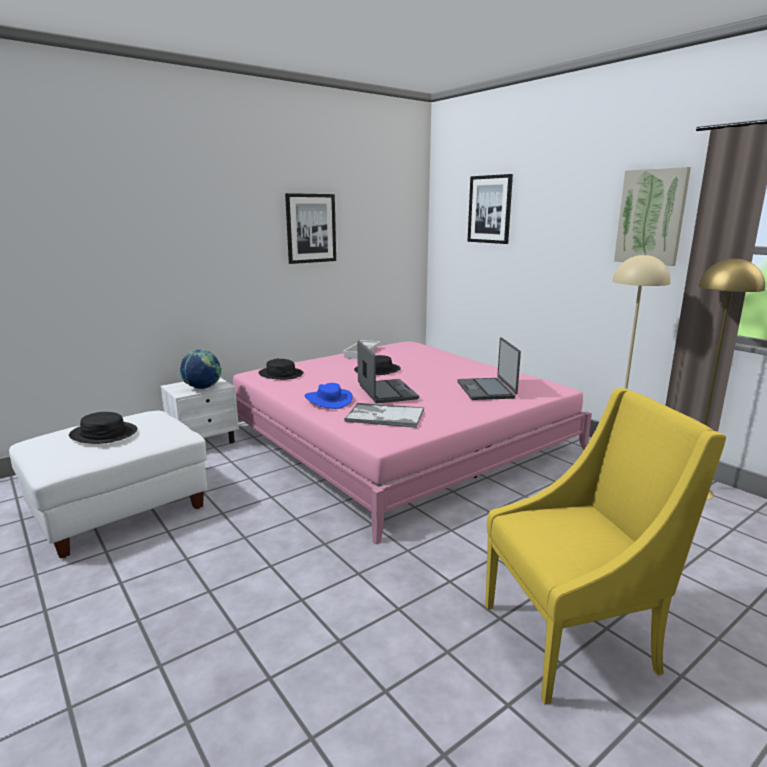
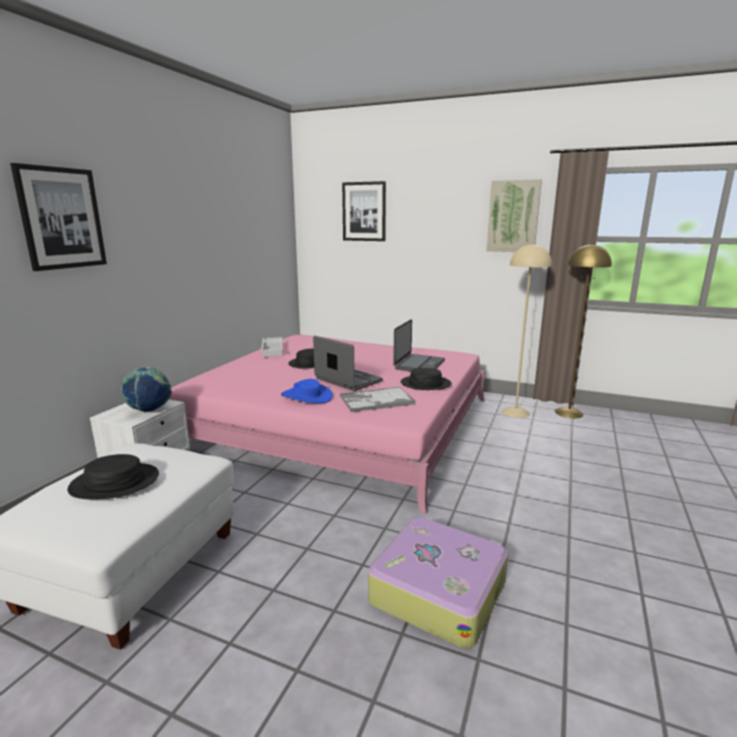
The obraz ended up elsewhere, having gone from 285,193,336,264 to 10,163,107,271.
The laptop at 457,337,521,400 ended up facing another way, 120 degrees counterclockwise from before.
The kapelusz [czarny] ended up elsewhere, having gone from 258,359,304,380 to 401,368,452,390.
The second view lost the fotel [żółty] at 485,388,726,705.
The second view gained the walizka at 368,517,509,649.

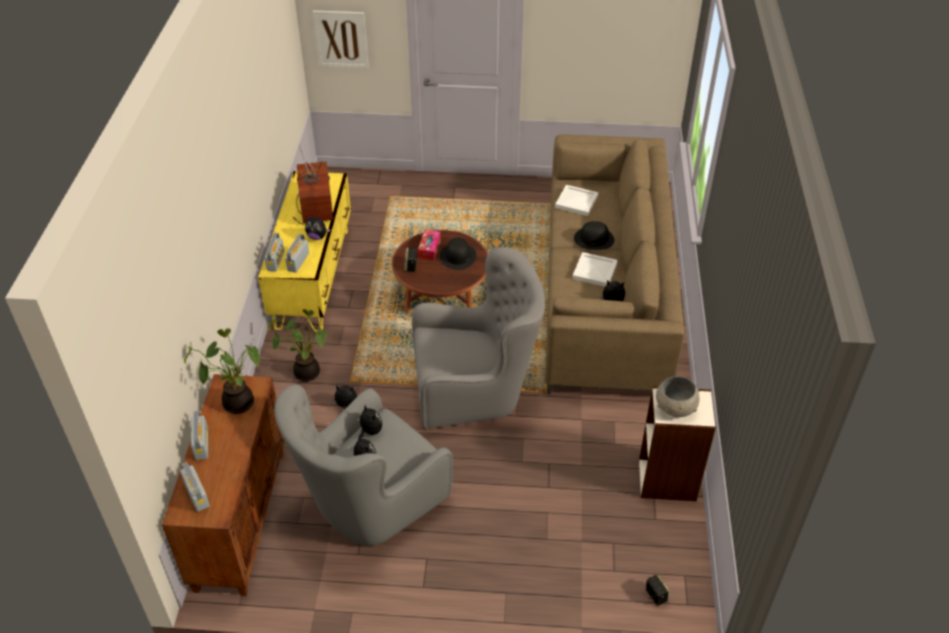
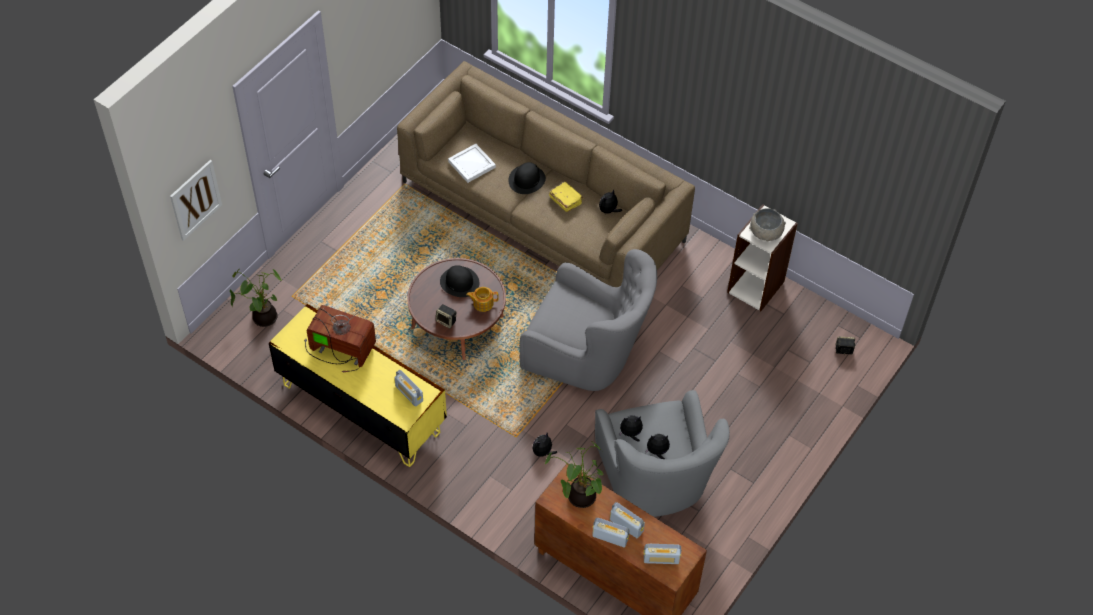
The second view lost the pluszak at 305,216,330,240.
The second view lost the pudełko chusteczek at 418,230,441,260.
The radio ended up elsewhere, having gone from 265,233,284,271 to 610,502,645,538.
The fotel [szary] at 412,247,545,429 ended up facing another way, 90 degrees clockwise from before.
Where the taca [biały] stood at 572,252,618,287, the książka [żółty] came to stand at 549,182,584,212.
The roślina doniczkowa ended up elsewhere, having gone from 267,309,330,381 to 230,268,282,327.
The second view gained the imbryk at 466,287,499,312.

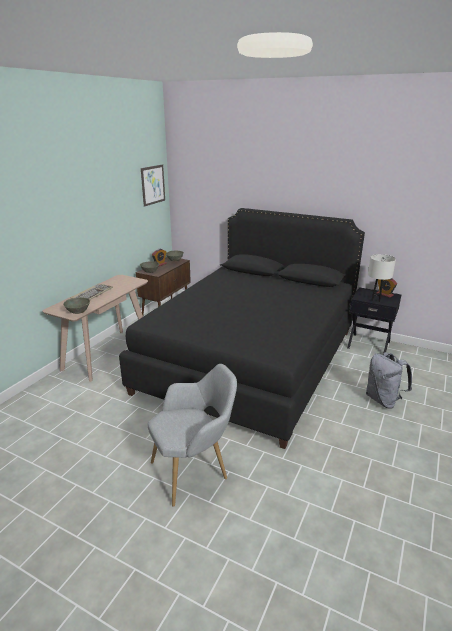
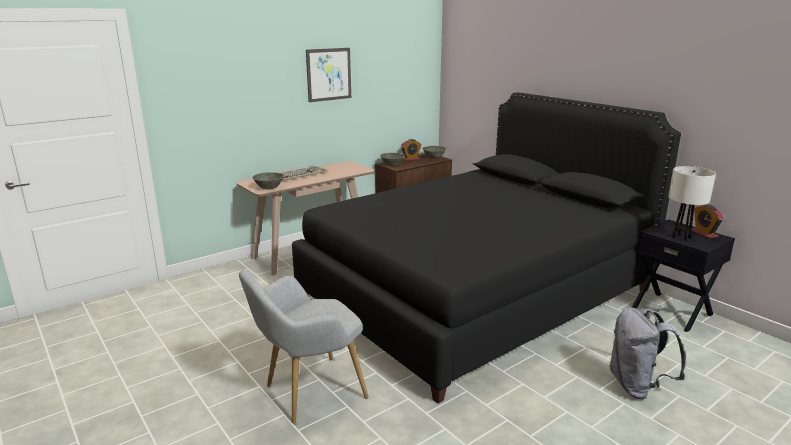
The obraz ended up elsewhere, having gone from 141,164,165,207 to 306,48,351,102.
The fotel [szary] at 148,364,237,507 ended up facing another way, 150 degrees clockwise from before.

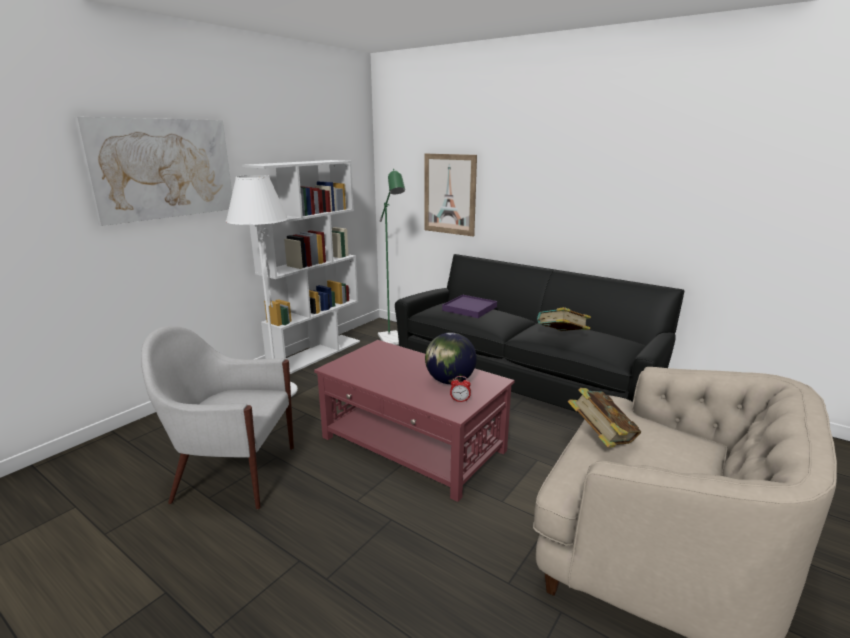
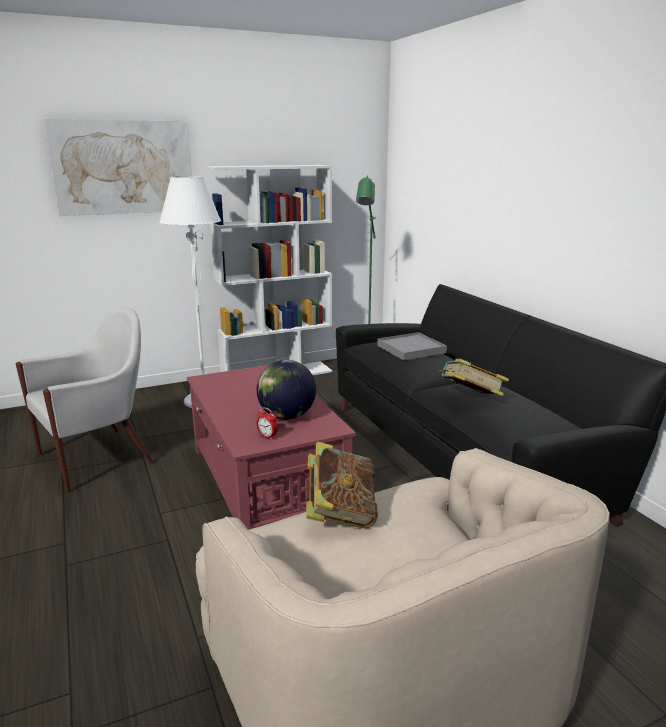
The second view lost the obraz at 424,154,477,236.
What was the taca [fioletowy] at 442,295,497,318 turned into the taca [szary] at 377,332,447,361.
The fotel [biały] at 141,326,294,509 ended up facing another way, 105 degrees clockwise from before.

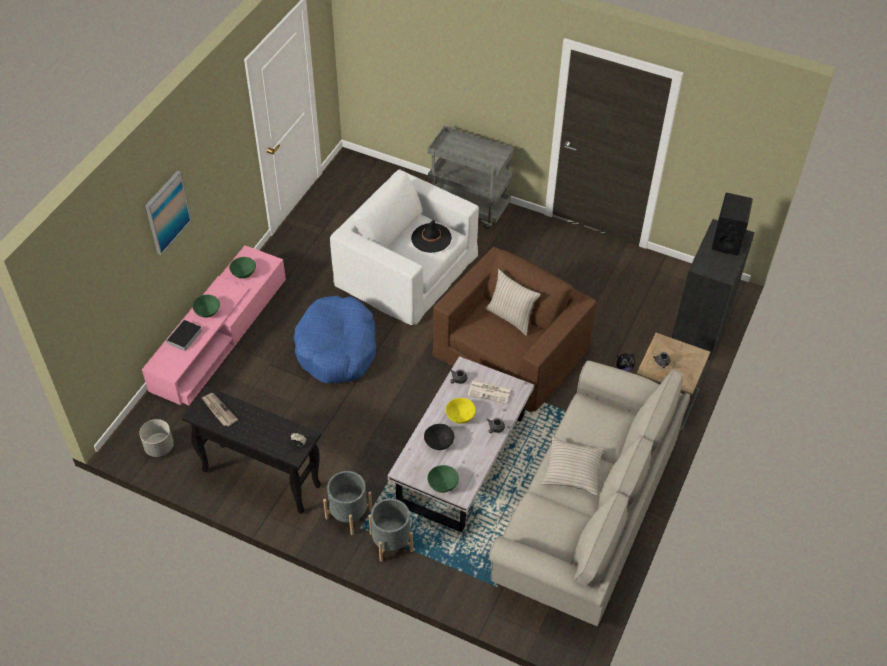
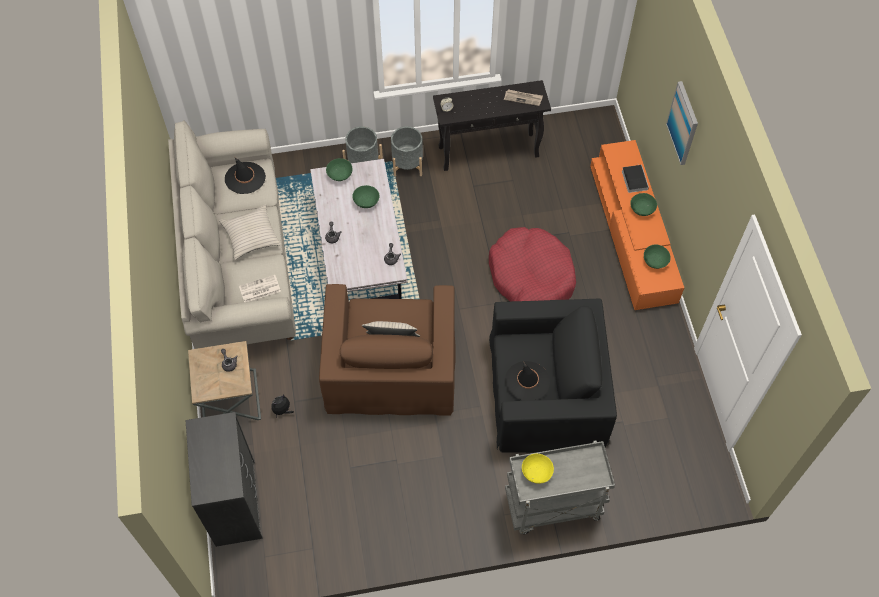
What was the fotel [biały] at 330,169,479,325 turned into the fotel [czarny] at 489,299,617,453.
The second view lost the głośnik [czarny] at 712,193,753,255.
What was the szafka pod telewizor [różowy] at 142,245,286,405 turned into the szafka pod telewizor [pomarańczowy] at 590,140,684,310.
What was the legowisko [niebieski] at 294,296,376,383 turned into the legowisko [czerwony] at 489,227,576,301.
The gazeta ended up elsewhere, having gone from 468,380,511,404 to 239,275,281,302.
The miska [żółty] ended up elsewhere, having gone from 446,398,475,424 to 522,454,554,484.
The second view lost the donica [szary] at 139,419,174,457.
What was the miska [czarny] at 424,424,454,450 turned into the miska [zielony] at 352,185,379,208.
The second view gained the kapelusz [czarny] at 225,157,266,194.

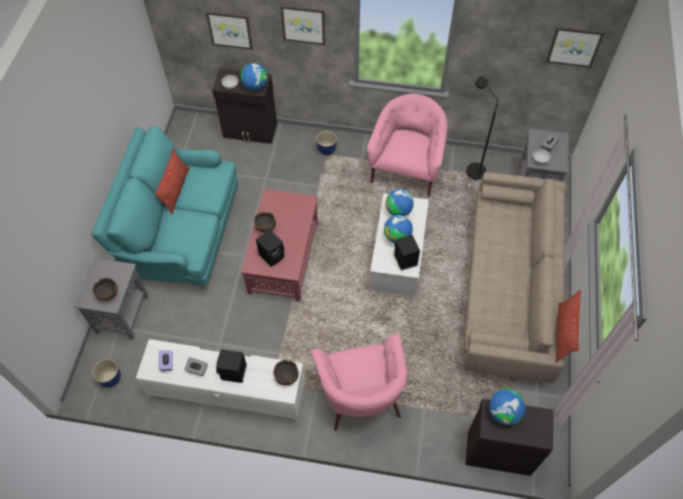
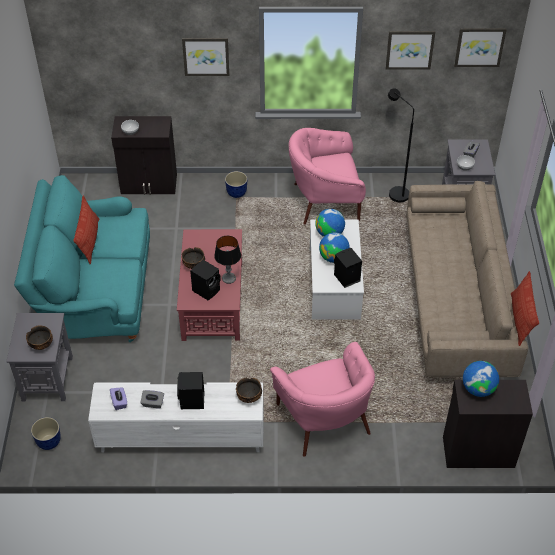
The obraz ended up elsewhere, having gone from 206,11,253,50 to 386,31,435,70.
The second view lost the globus at 241,63,268,90.
The fotel [różowy] at 367,94,448,196 ended up facing another way, 105 degrees counterclockwise from before.
The second view gained the lampa stołowa at 214,236,241,284.

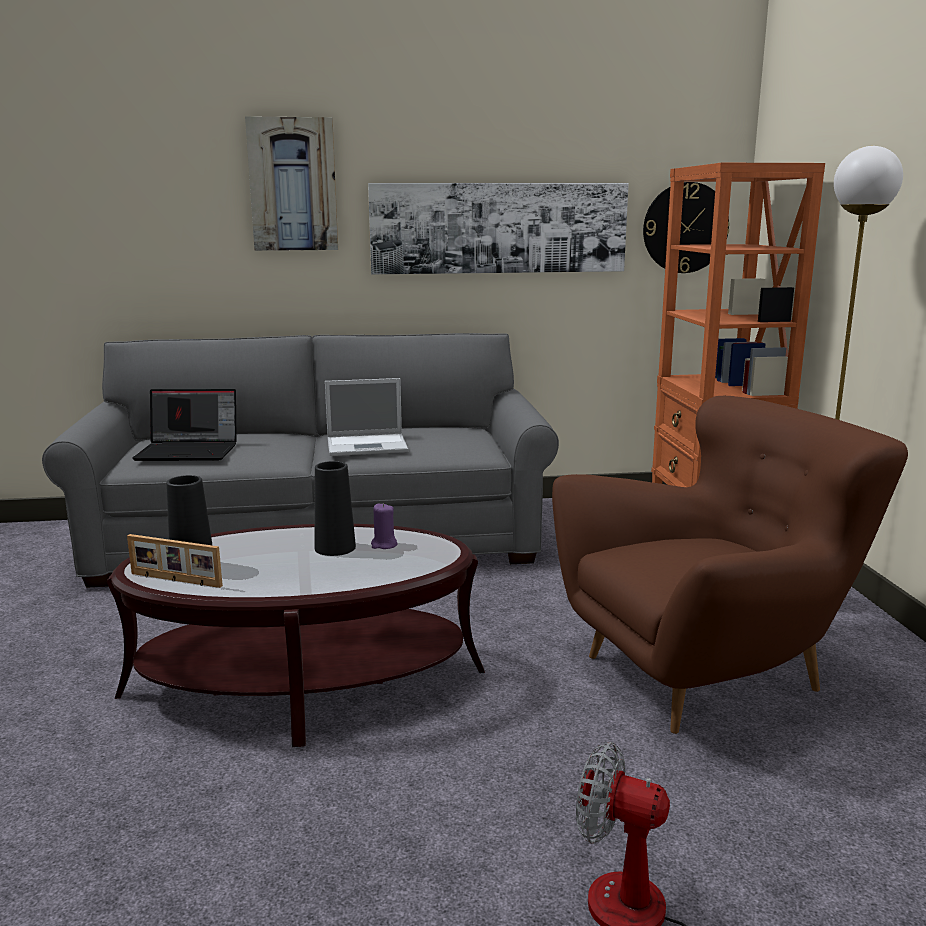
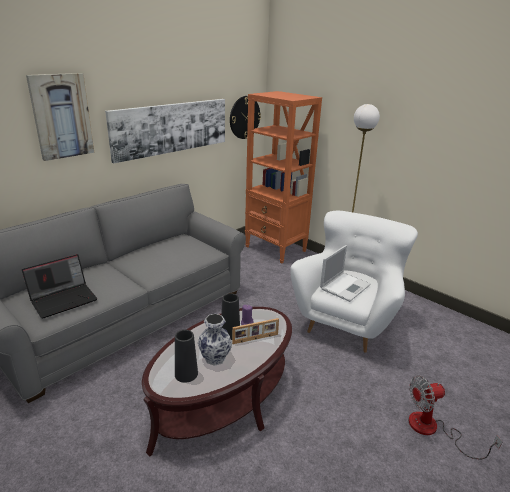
The laptop ended up elsewhere, having gone from 325,378,408,456 to 320,245,371,302.
What was the fotel [brązowy] at 552,396,908,734 turned into the fotel [biały] at 290,211,418,353.
The ramka na zdjęcie ended up elsewhere, having gone from 127,534,223,588 to 232,318,279,344.
The second view gained the wazon at 198,314,232,366.

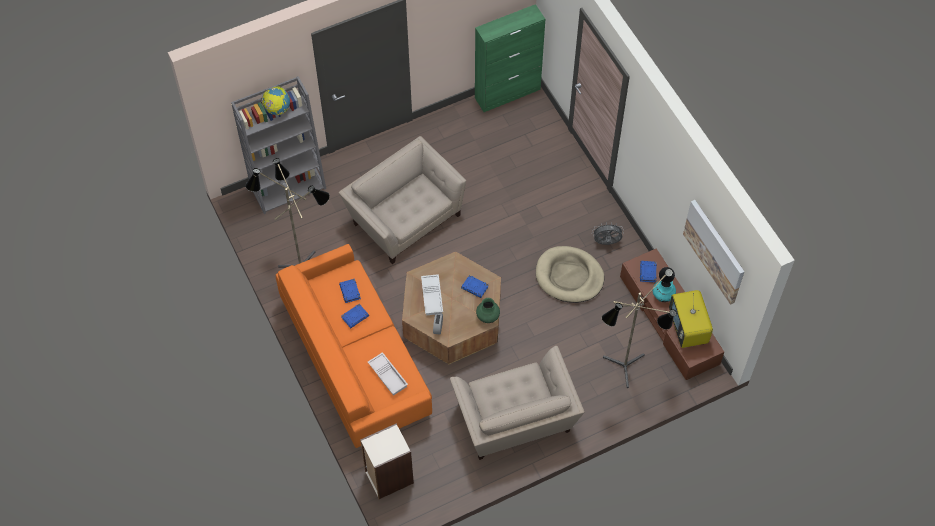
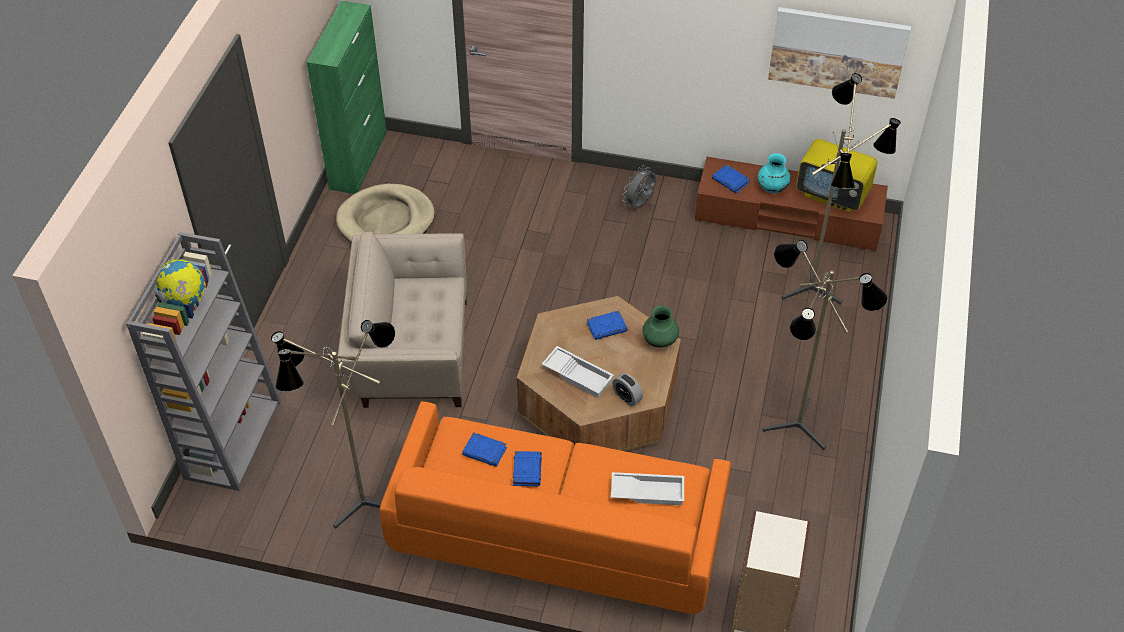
The legowisko [beżowy] ended up elsewhere, having gone from 536,246,605,303 to 336,184,435,243.
Where the fotel [beżowy] stood at 450,346,584,460, the lampa stojąca came to stand at 762,240,888,450.

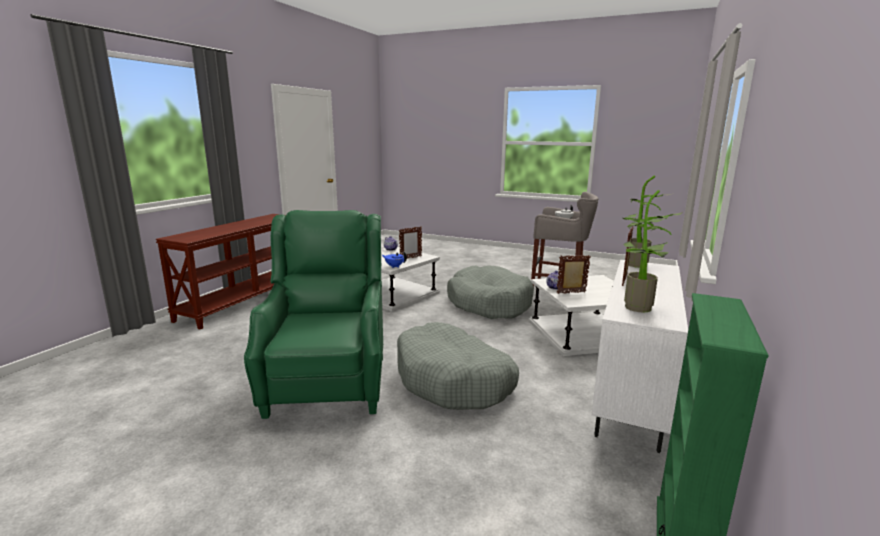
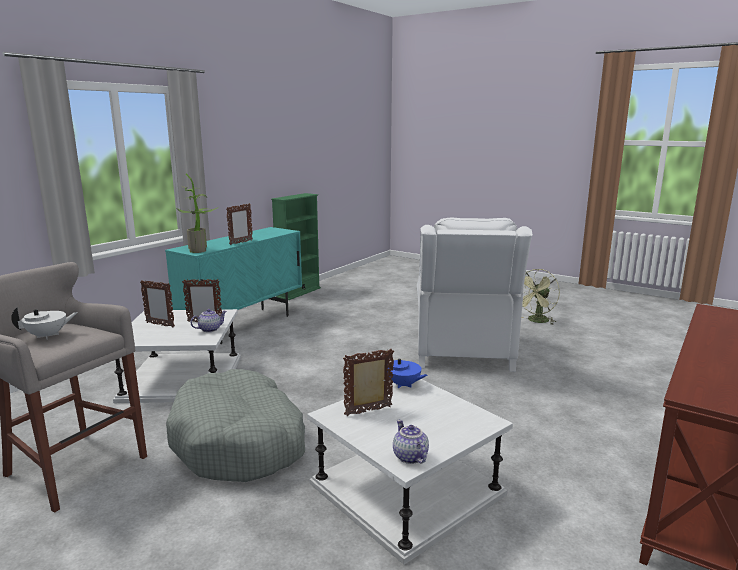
The second view lost the roślina doniczkowa at 624,190,683,312.
What was the fotel [zielony] at 244,210,383,419 turned into the fotel [biały] at 417,218,533,372.
What was the szafka [biały] at 592,260,688,453 turned into the szafka [turkusowy] at 165,227,302,344.
The second view lost the legowisko [szary] at 397,322,519,410.
The second view gained the wentylator [zielony] at 521,269,560,325.
The second view gained the ramka na zdjęcie at 140,280,175,327.

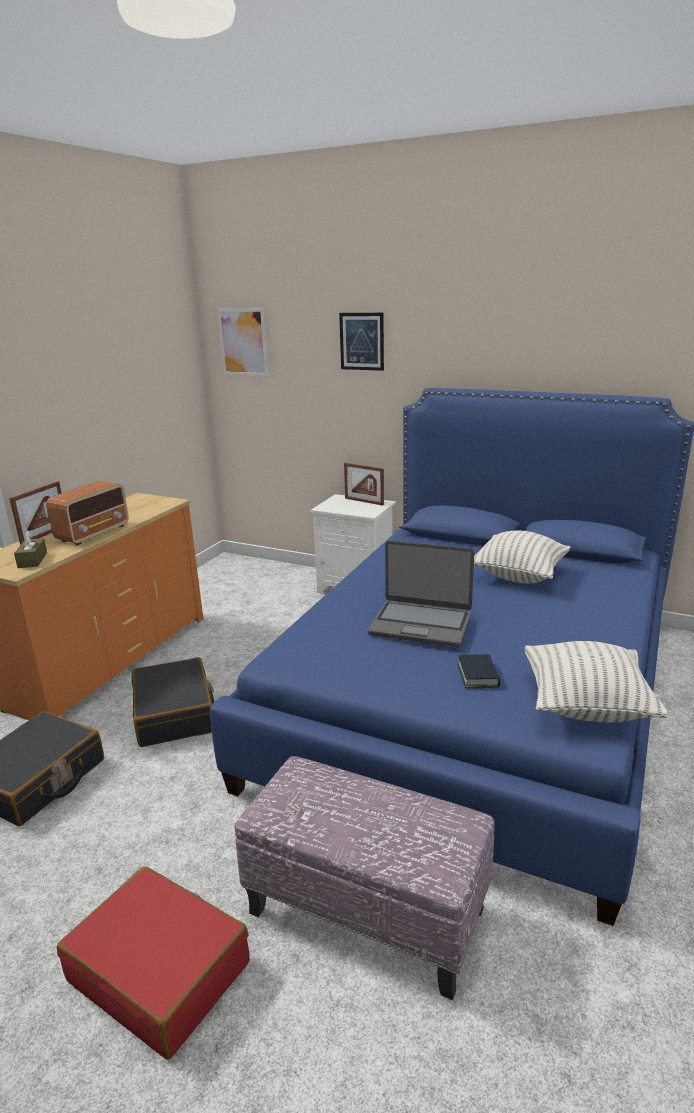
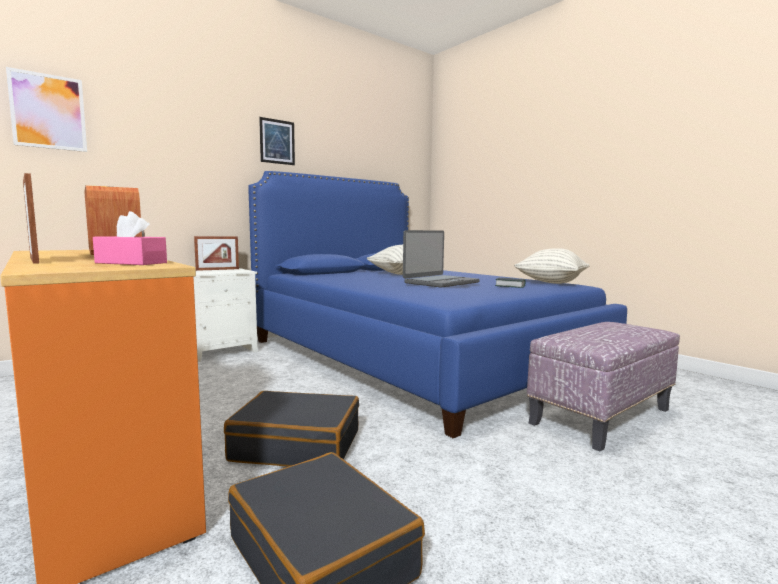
The obraz ended up elsewhere, having gone from 339,313,384,371 to 259,117,295,165.
What was the pudełko chusteczek [brązowy] at 14,531,47,568 turned into the pudełko chusteczek [różowy] at 93,211,167,265.
The second view lost the walizka [czerwony] at 57,866,250,1059.

